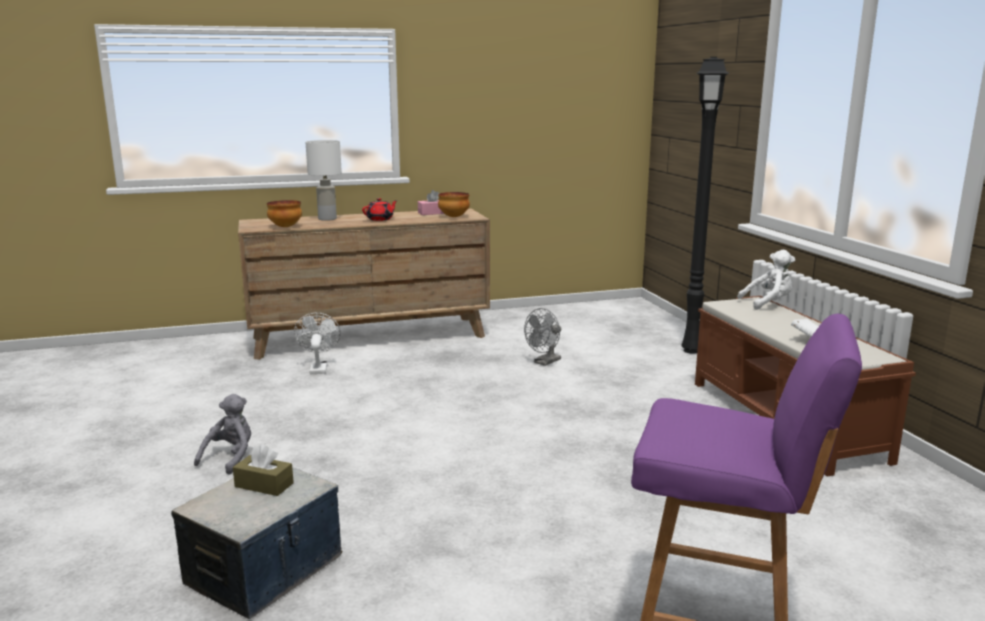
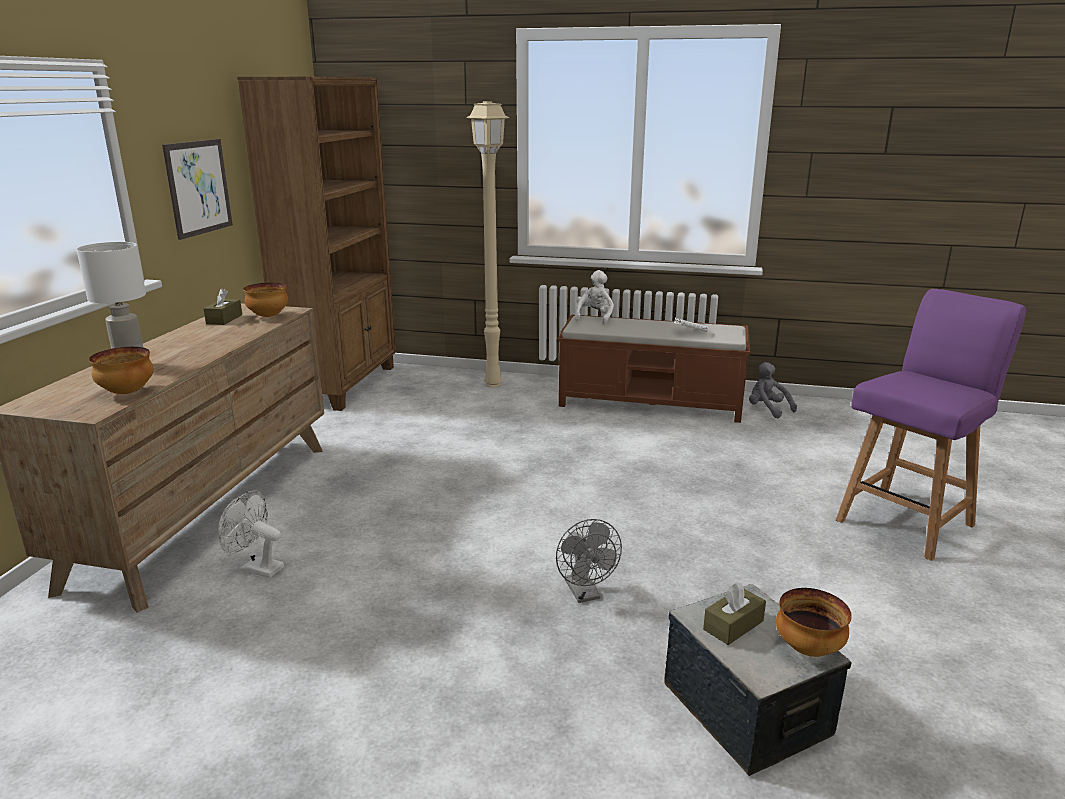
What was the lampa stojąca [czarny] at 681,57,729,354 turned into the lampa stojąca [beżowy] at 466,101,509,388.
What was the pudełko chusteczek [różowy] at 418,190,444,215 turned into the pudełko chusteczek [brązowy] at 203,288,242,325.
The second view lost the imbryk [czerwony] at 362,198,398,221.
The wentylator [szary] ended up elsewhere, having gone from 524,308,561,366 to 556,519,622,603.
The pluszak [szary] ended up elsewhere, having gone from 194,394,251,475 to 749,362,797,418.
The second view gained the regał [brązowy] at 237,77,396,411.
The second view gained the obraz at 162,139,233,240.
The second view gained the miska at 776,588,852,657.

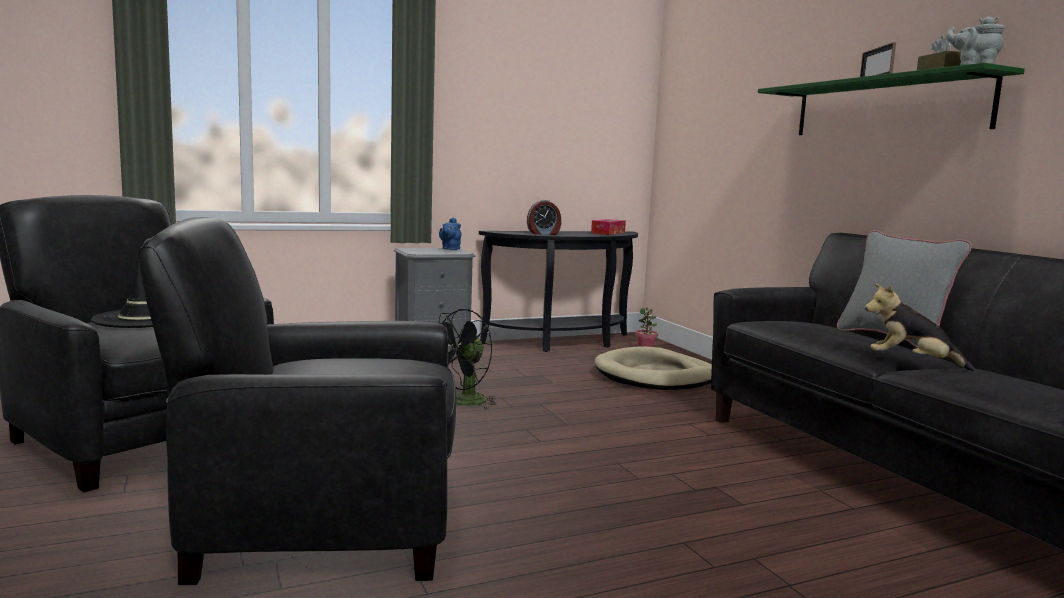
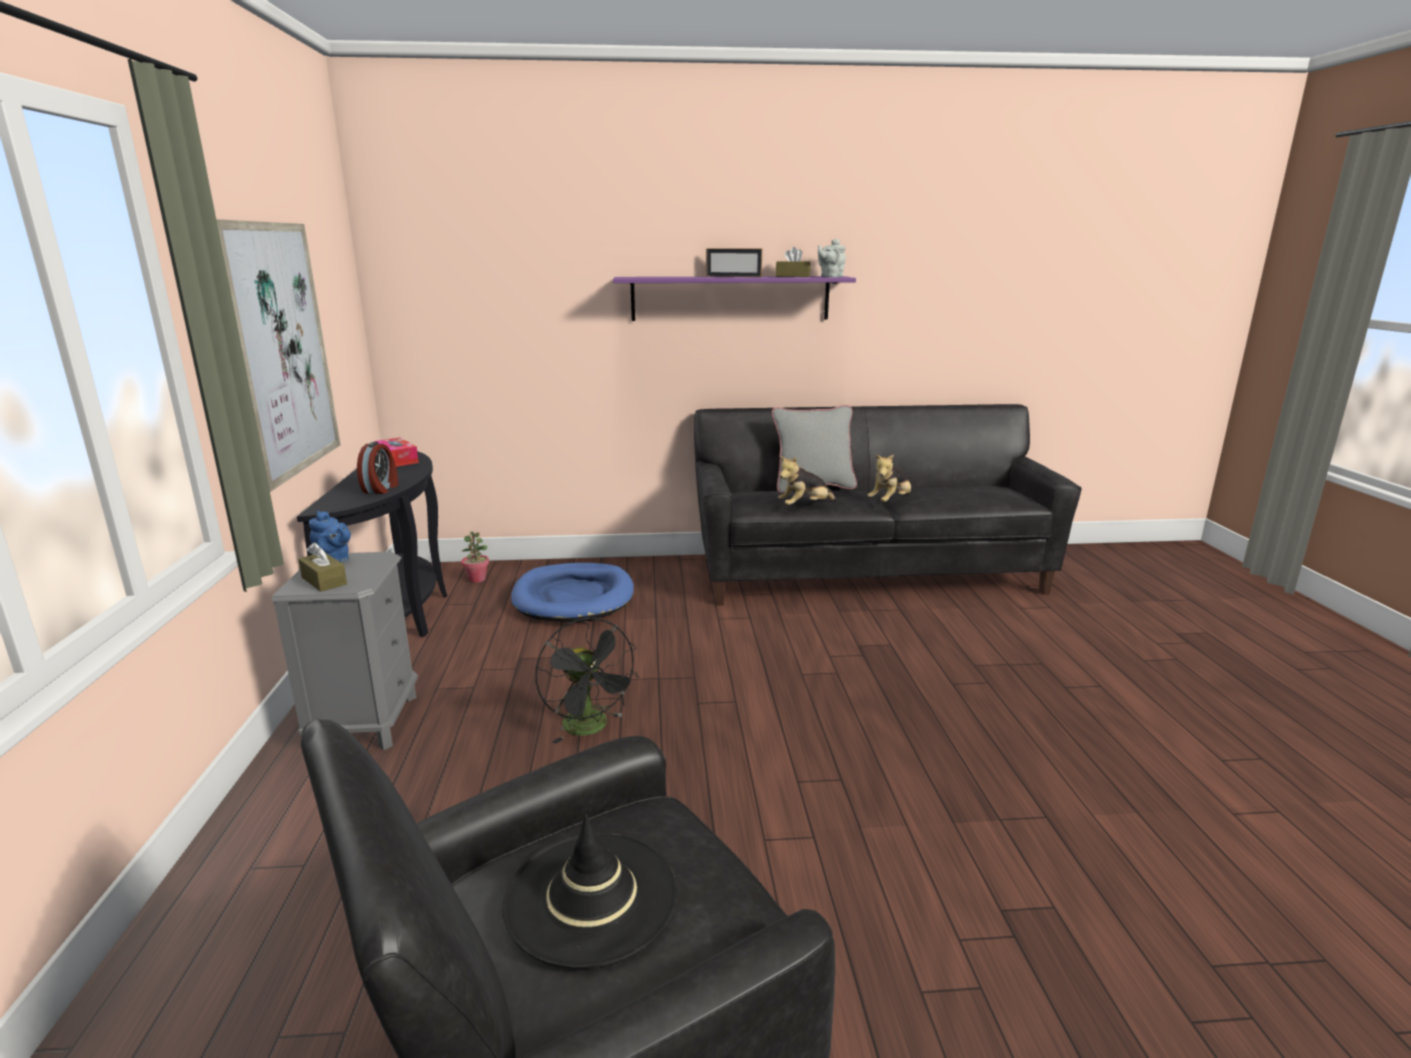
What was the półka [zielony] at 758,63,1025,135 turned into the półka [fioletowy] at 613,276,856,321.
The second view lost the fotel [czarny] at 138,217,457,585.
What was the legowisko [beżowy] at 595,346,712,390 turned into the legowisko [niebieski] at 511,563,634,622.
The second view gained the obraz at 216,219,340,492.
The second view gained the pluszak at 778,456,837,505.
The second view gained the pudełko chusteczek [brązowy] at 298,542,347,592.

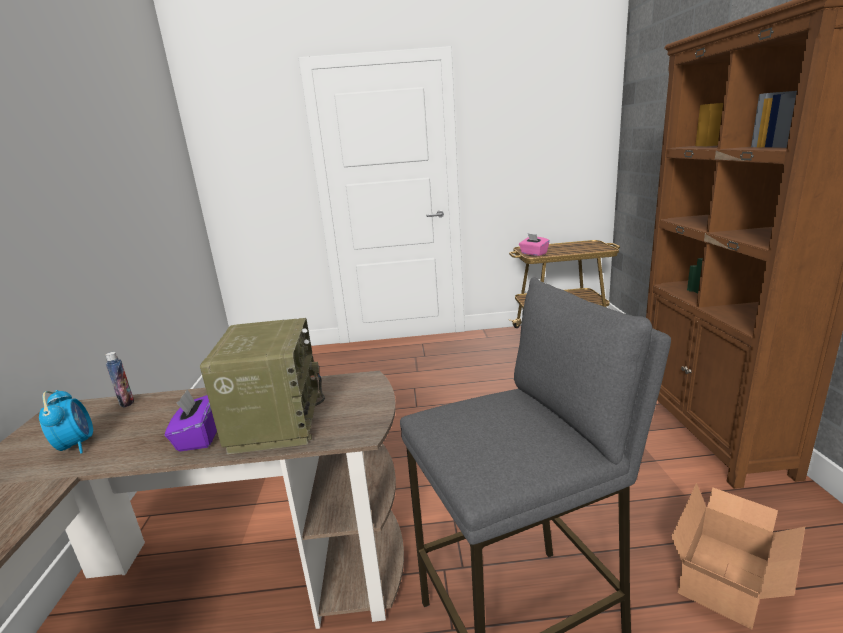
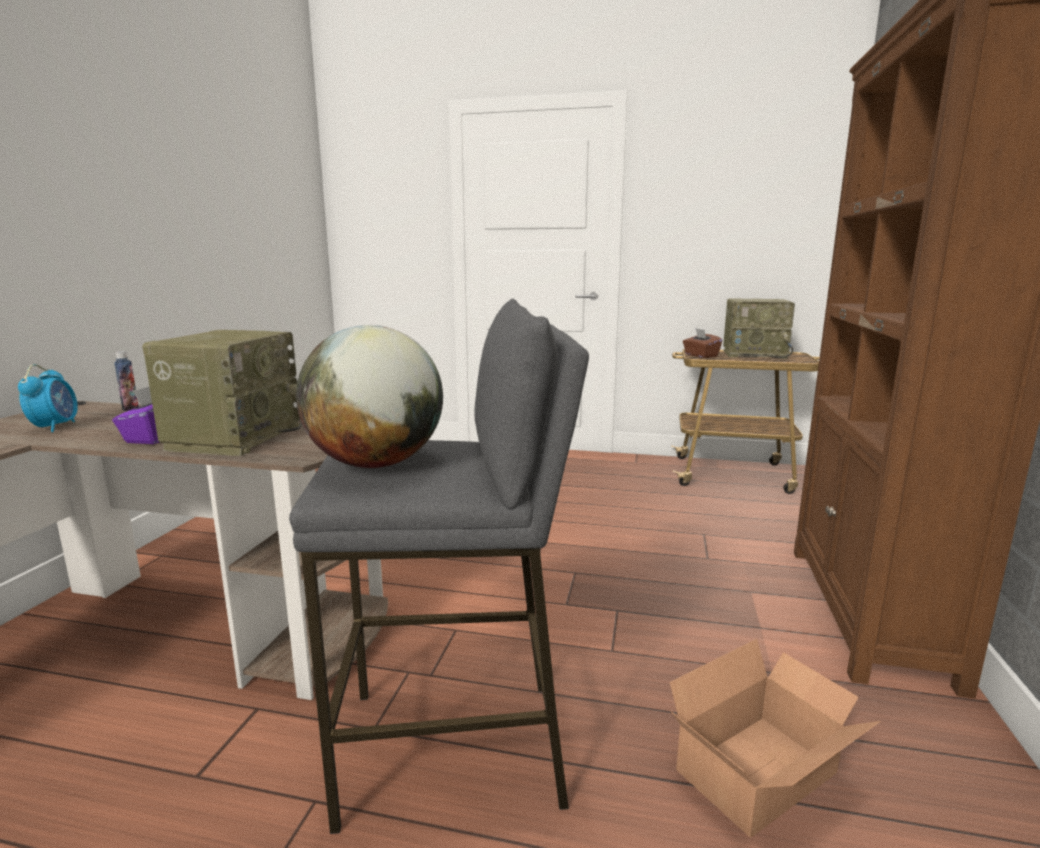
What was the pudełko chusteczek [różowy] at 519,233,550,256 turned into the pudełko chusteczek [brązowy] at 683,328,722,358.
The second view gained the radio at 723,299,795,359.
The second view gained the globus at 296,325,443,468.

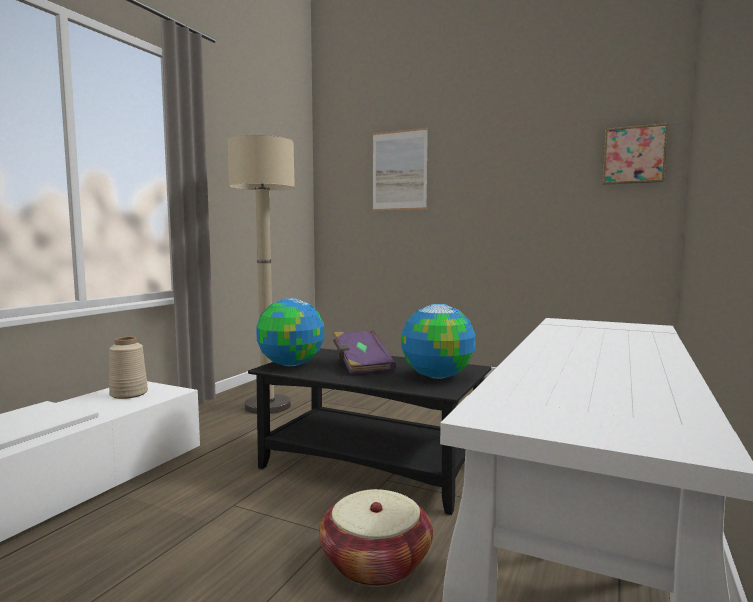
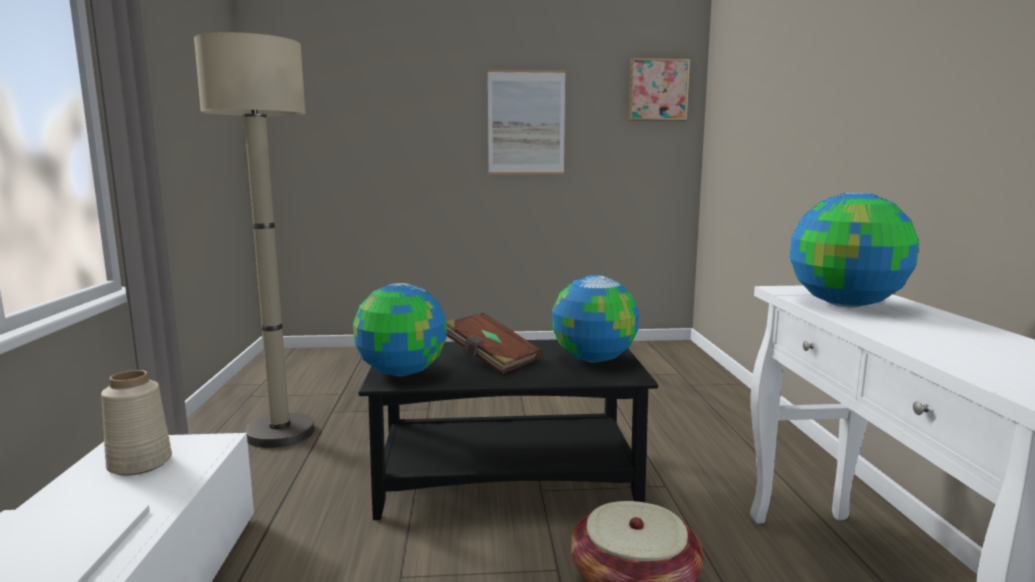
The obraz ended up elsewhere, having gone from 373,128,428,211 to 488,69,565,175.
What was the książka [fioletowy] at 333,331,396,375 turned into the książka [brązowy] at 447,313,542,375.
The second view gained the globus at 790,193,919,307.

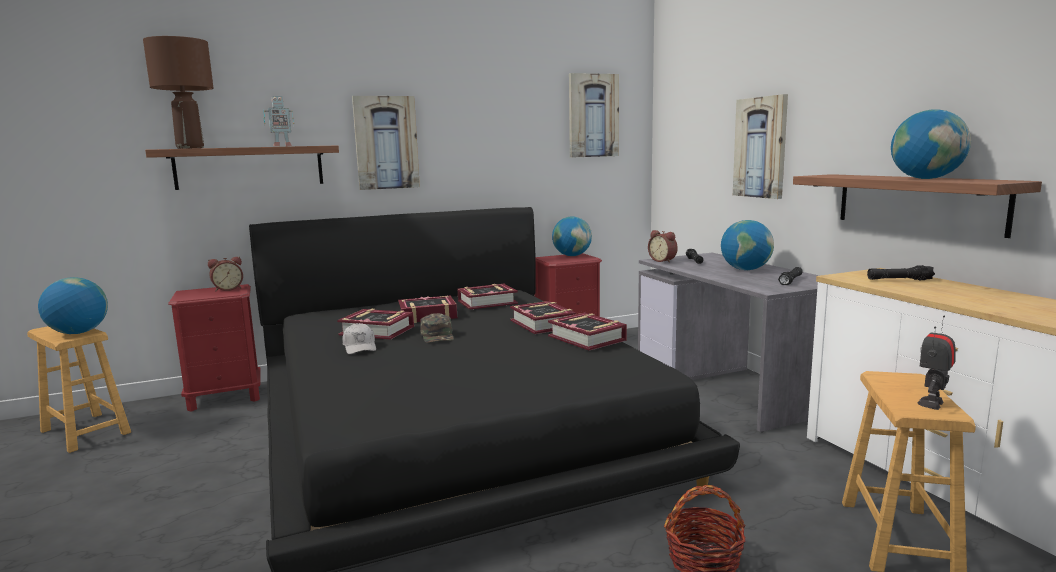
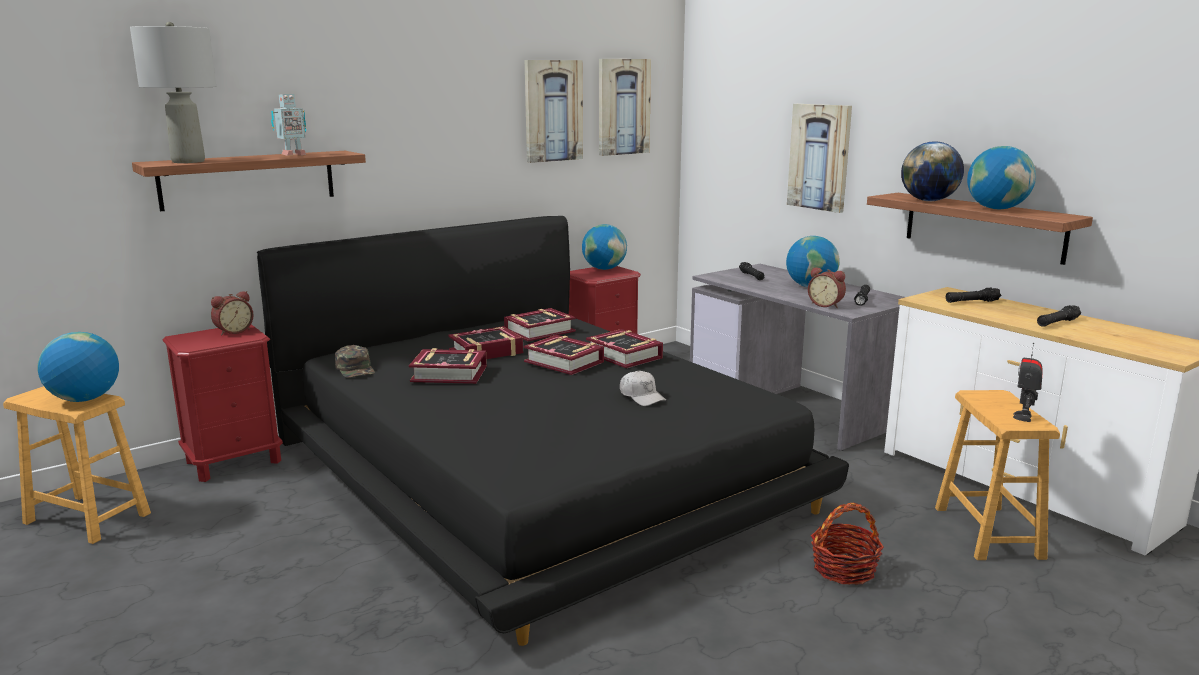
What was the lampa stołowa [brązowy] at 143,36,214,149 turned into the lampa stołowa [szary] at 130,22,216,163.
The obraz ended up elsewhere, having gone from 352,96,420,190 to 525,60,583,163.
The budzik ended up elsewhere, having gone from 648,230,678,263 to 808,267,846,308.
The książka ended up elsewhere, having gone from 548,312,627,351 to 524,335,604,375.
The czapka z daszkiem [zielony] ended up elsewhere, having gone from 420,313,454,343 to 335,345,375,378.
The czapka z daszkiem [biały] ended up elsewhere, having gone from 342,323,376,354 to 620,371,666,406.
The second view gained the globus at 901,141,964,201.
The second view gained the latarka [czarny] at 1037,305,1081,327.

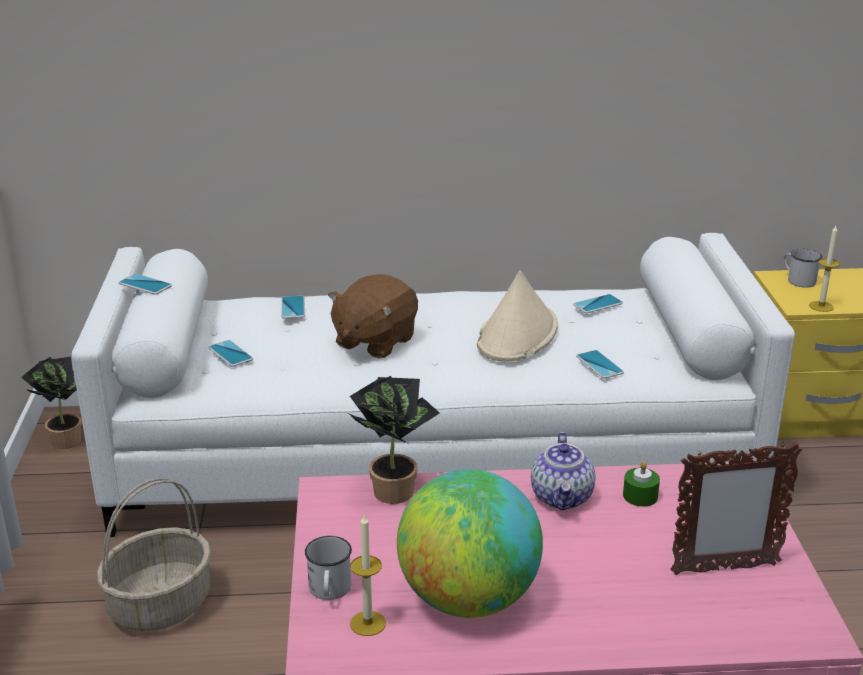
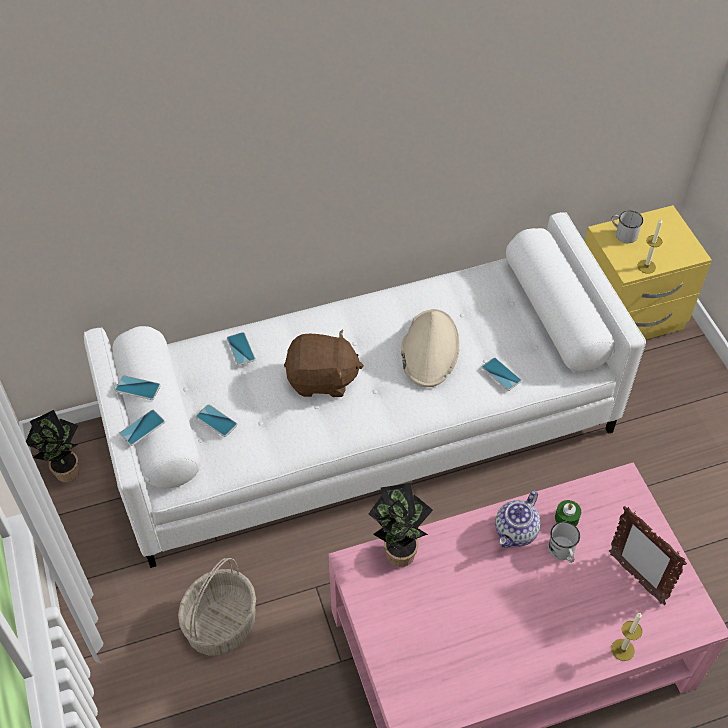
The pluszak [brązowy] at 328,274,418,358 ended up facing another way, 105 degrees counterclockwise from before.
The telefon ended up elsewhere, having gone from 573,294,623,313 to 119,410,165,446.
The imbryk at 531,432,595,511 ended up facing another way, 45 degrees clockwise from before.
The ramka na zdjęcie at 671,442,802,575 ended up facing another way, 75 degrees clockwise from before.
The second view lost the globus at 397,469,543,618.
The świeca ended up elsewhere, having gone from 350,514,386,636 to 611,613,642,661.
The kubek [biały] ended up elsewhere, having gone from 305,536,352,600 to 548,522,580,563.

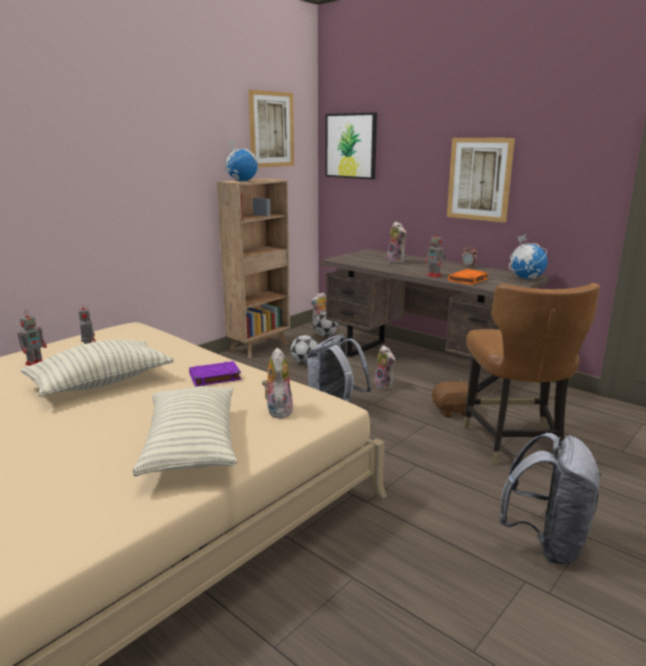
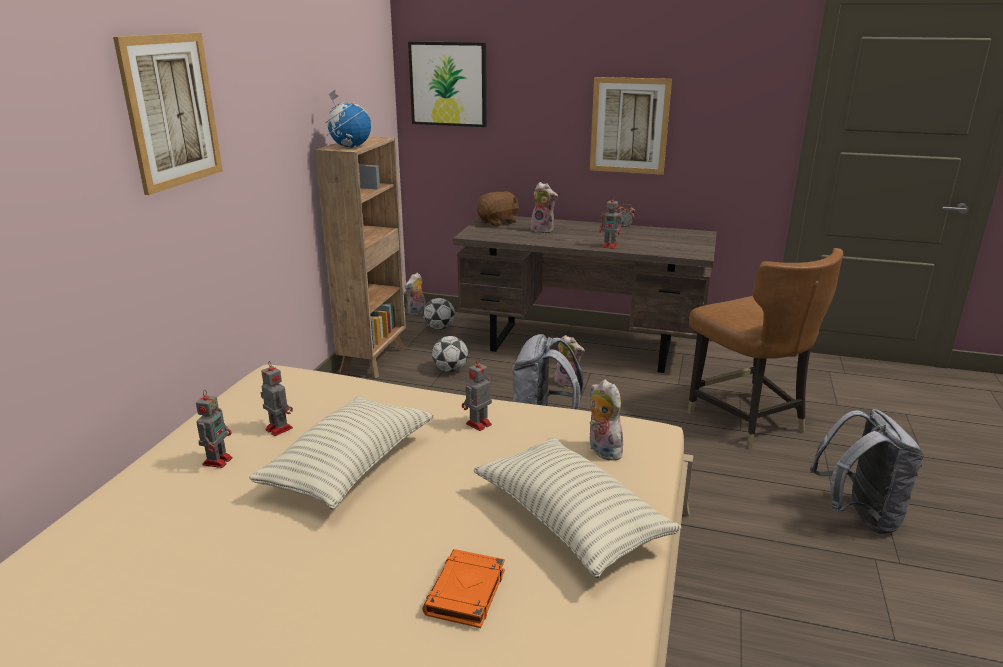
The obraz ended up elsewhere, having gone from 248,90,294,168 to 113,33,223,195.
The second view lost the globus at 509,234,548,279.
The książka [pomarańczowy] ended up elsewhere, having gone from 448,269,489,285 to 422,549,505,628.
Where the książka [fioletowy] stood at 189,361,241,387, the robot zabawkowy came to stand at 462,358,492,431.
The pluszak [brązowy] ended up elsewhere, having gone from 432,380,478,418 to 477,191,519,226.

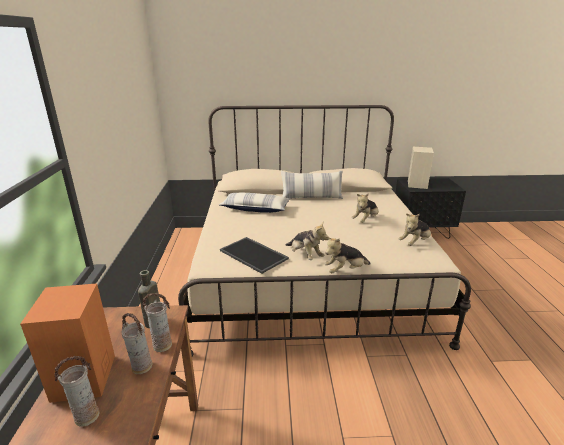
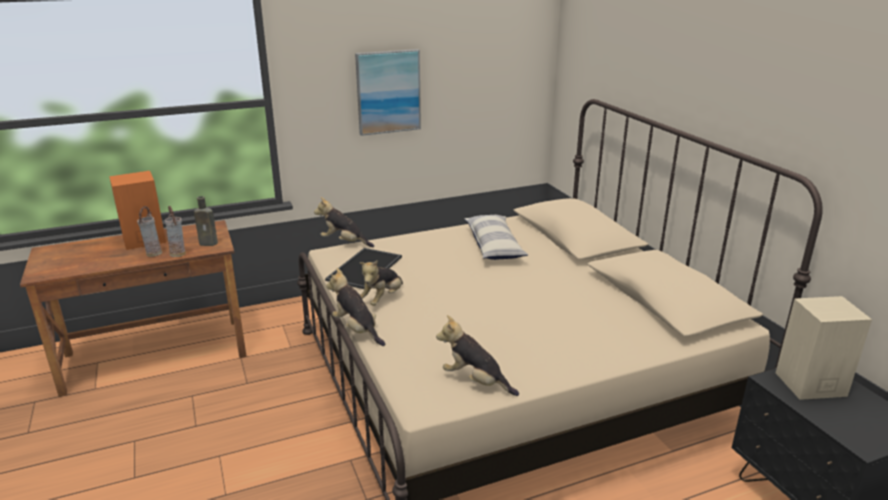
The second view lost the poduszka at 281,171,343,199.
The pluszak ended up elsewhere, having gone from 351,193,379,223 to 314,197,374,247.
The second view lost the wazon at 54,356,99,426.
The second view gained the obraz at 355,49,421,136.

